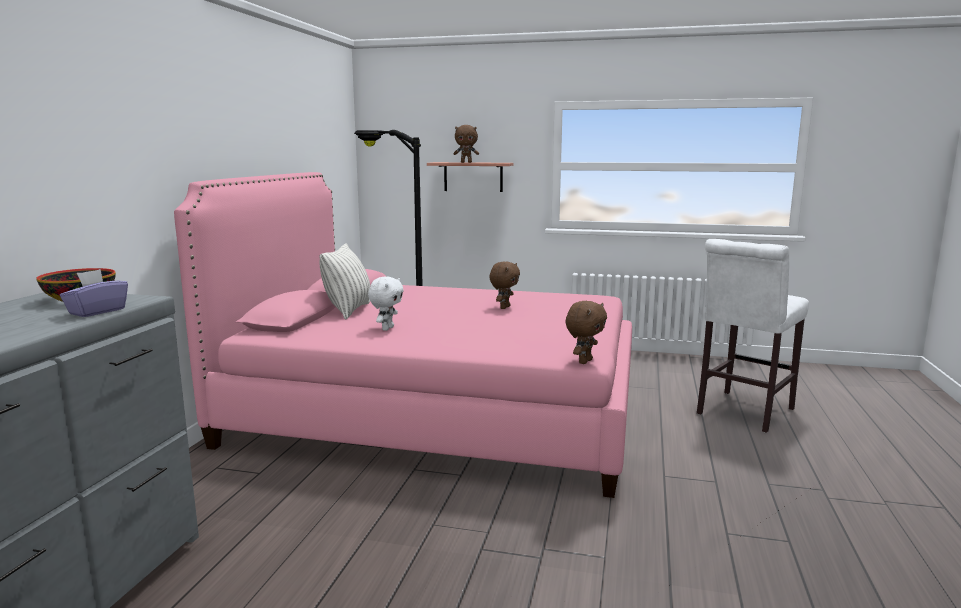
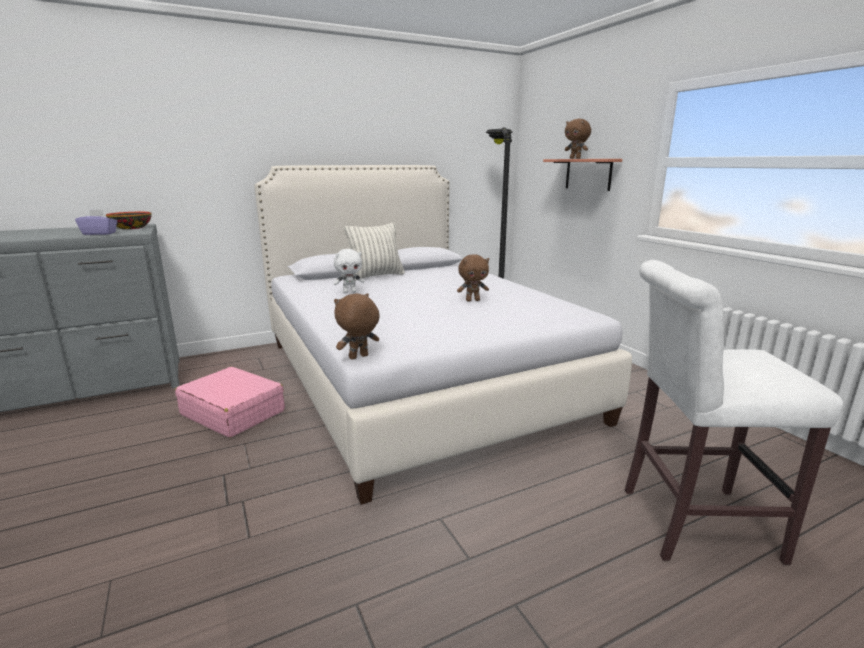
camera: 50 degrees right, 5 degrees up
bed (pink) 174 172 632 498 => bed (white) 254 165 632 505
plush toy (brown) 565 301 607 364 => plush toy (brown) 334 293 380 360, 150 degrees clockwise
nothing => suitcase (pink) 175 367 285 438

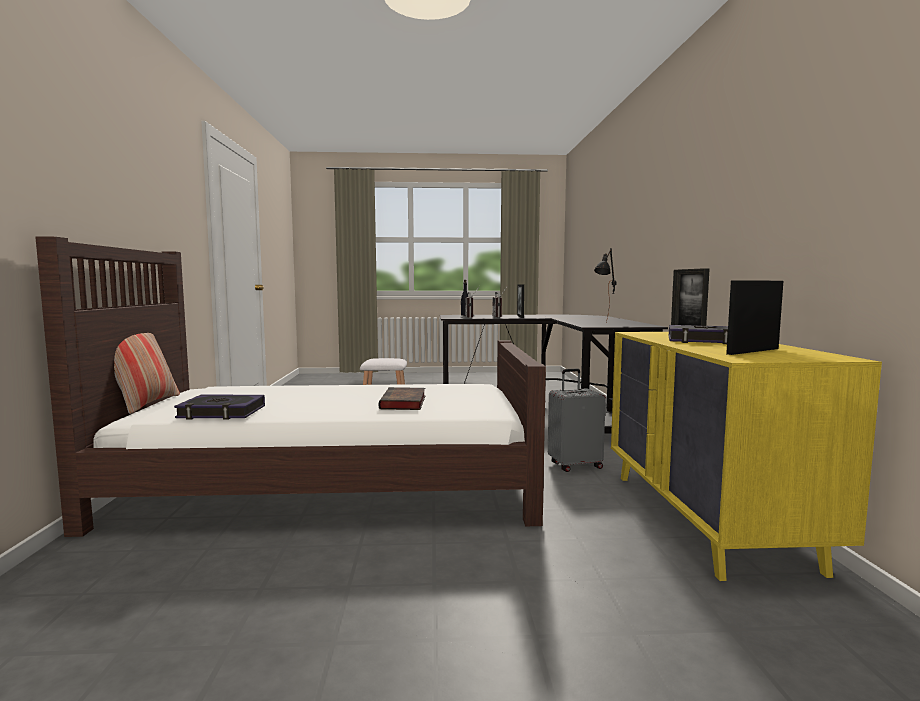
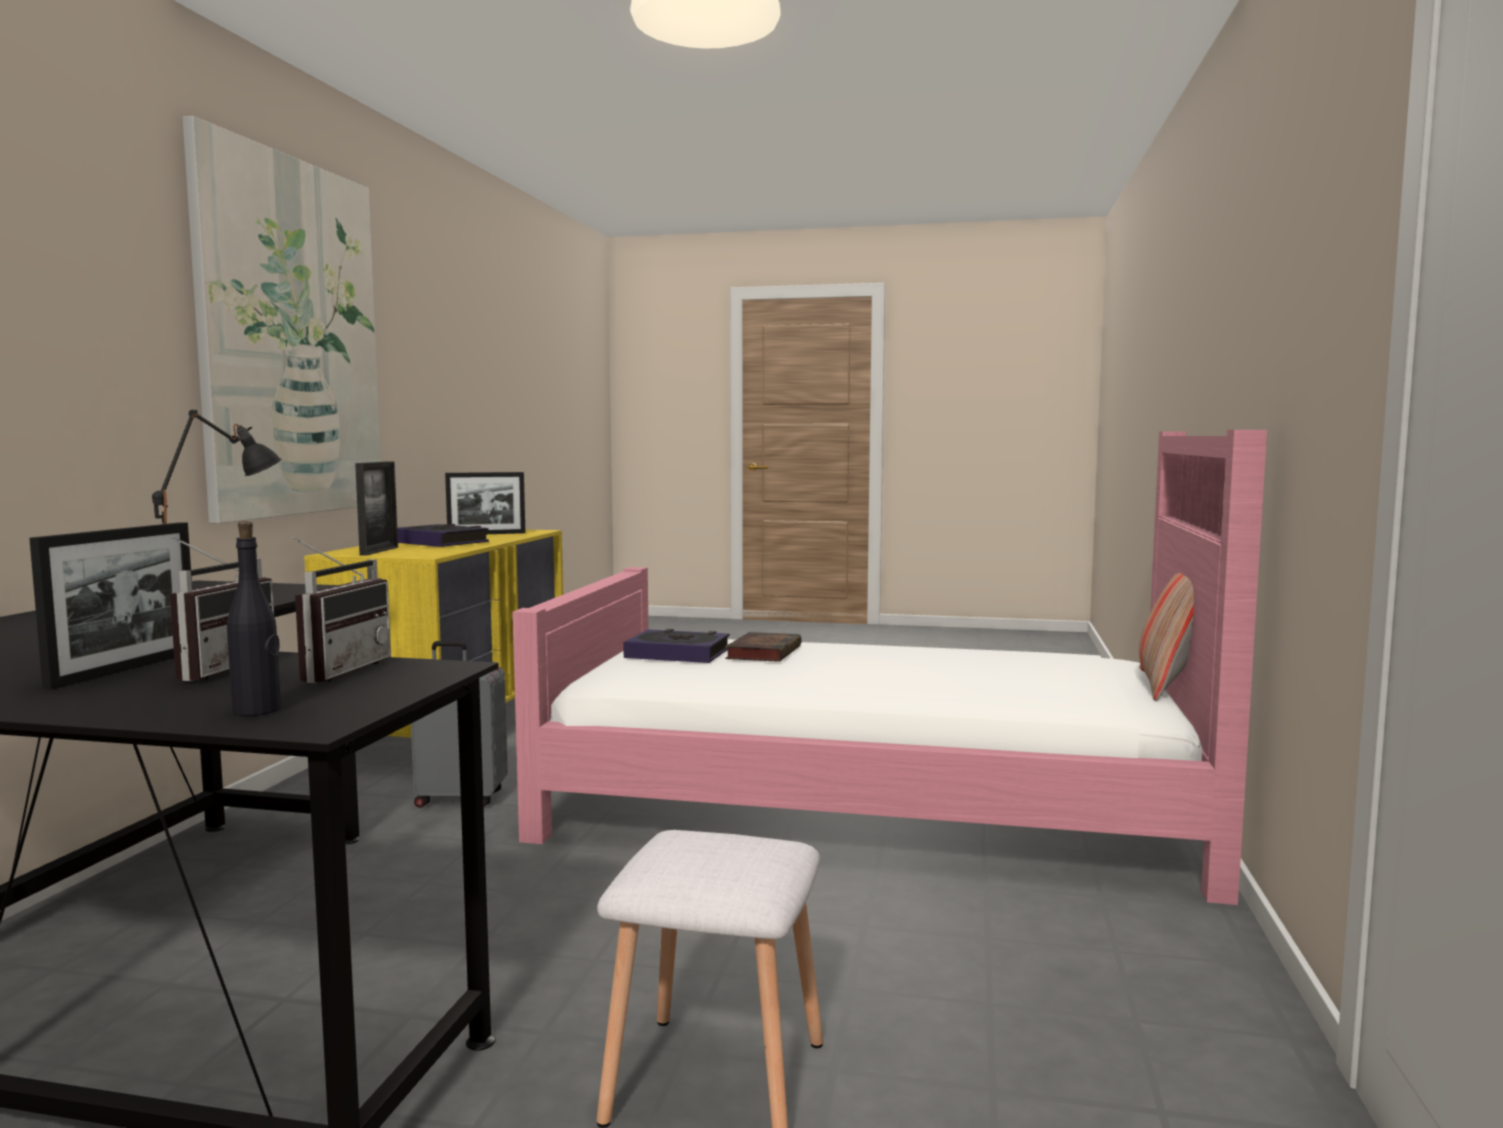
camera: 165 degrees left, 0 degrees up
bed (brown) 35 237 546 537 => bed (pink) 512 430 1267 905
book 174 395 265 420 => book 623 629 730 663, move
nothing => picture 182 116 381 523

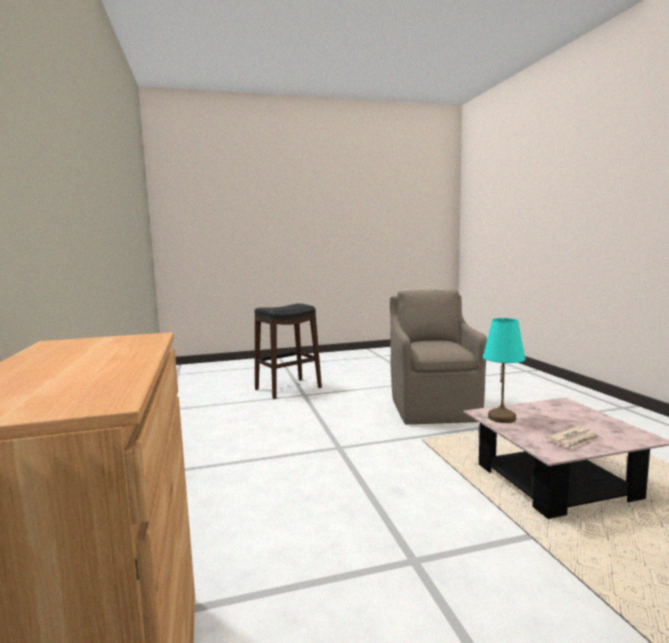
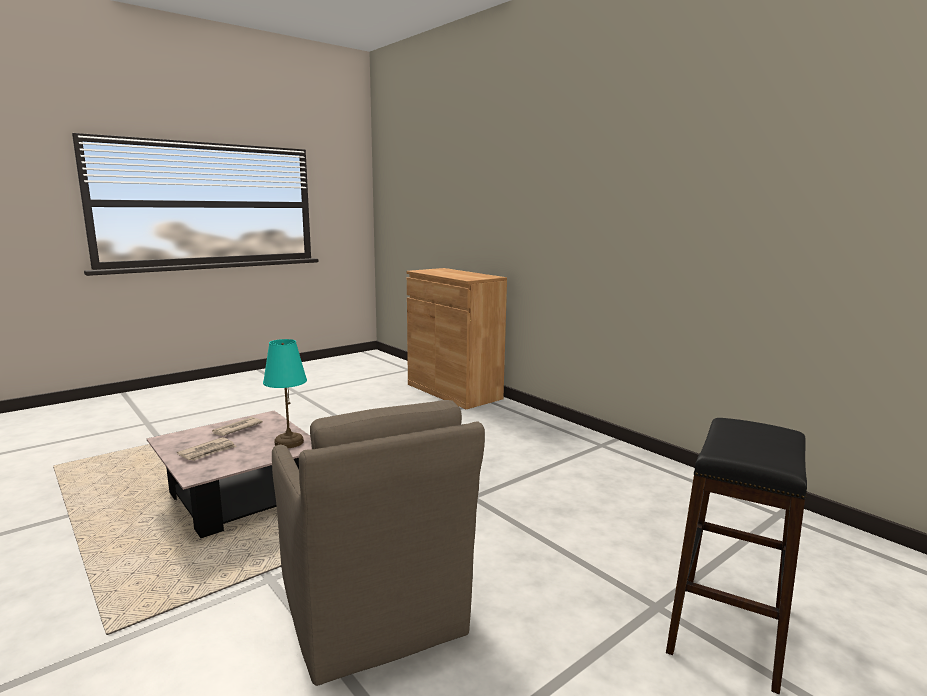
camera: 155 degrees right, 5 degrees up
nothing => newspaper 177 437 237 461

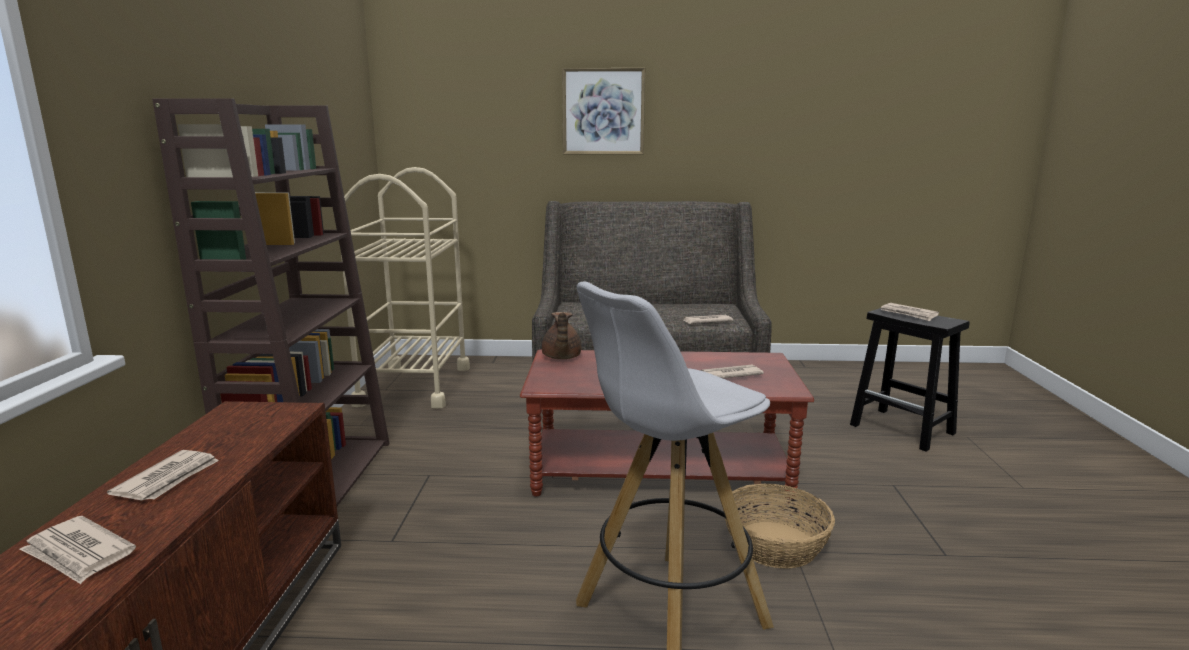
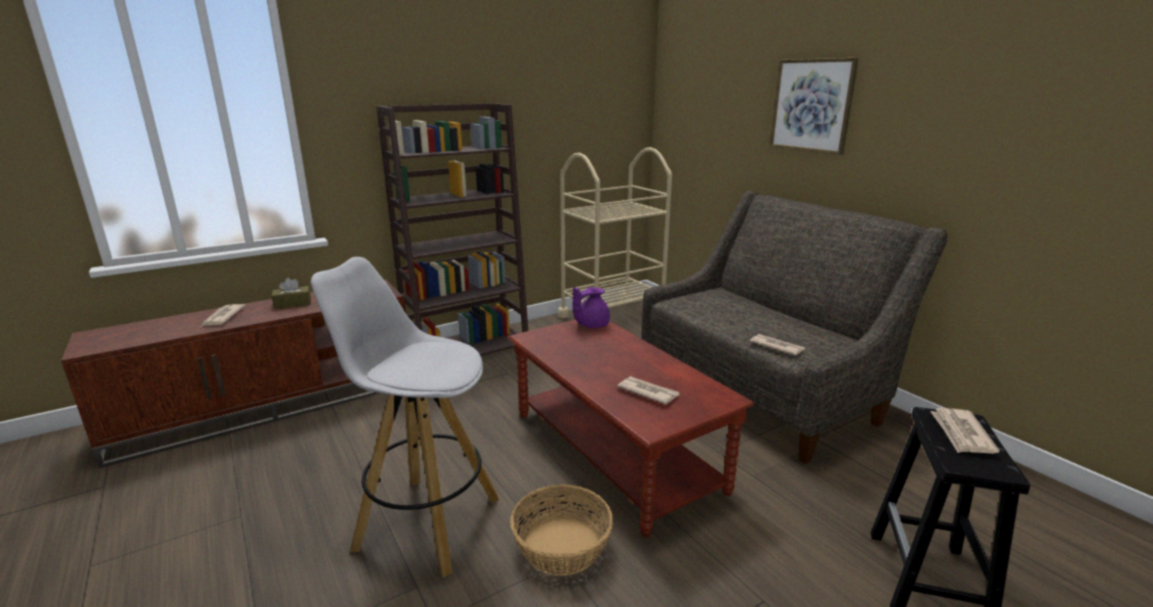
camera: 55 degrees right, 5 degrees up
newspaper 107 450 219 501 => tissue box (brown) 272 278 311 309
teapot (brown) 542 312 581 359 => teapot (purple) 572 287 610 328

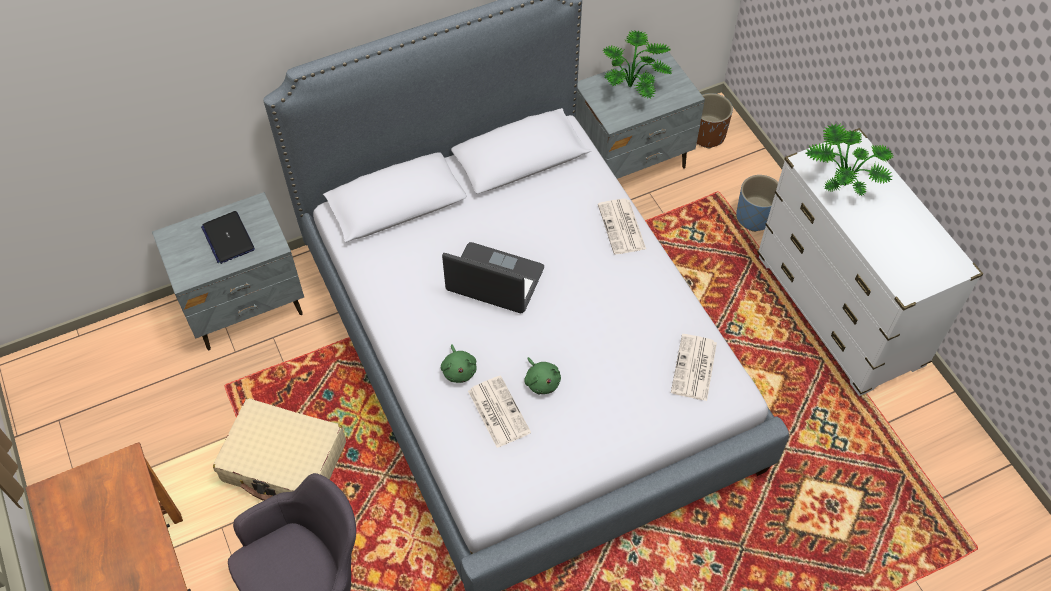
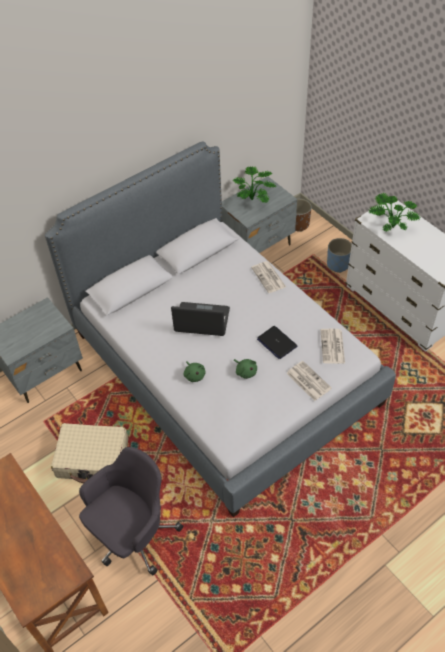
camera: 10 degrees left, 5 degrees down
laptop 201 211 255 264 => laptop 257 326 297 359, move
newspaper 468 375 531 448 => newspaper 286 361 332 401, move

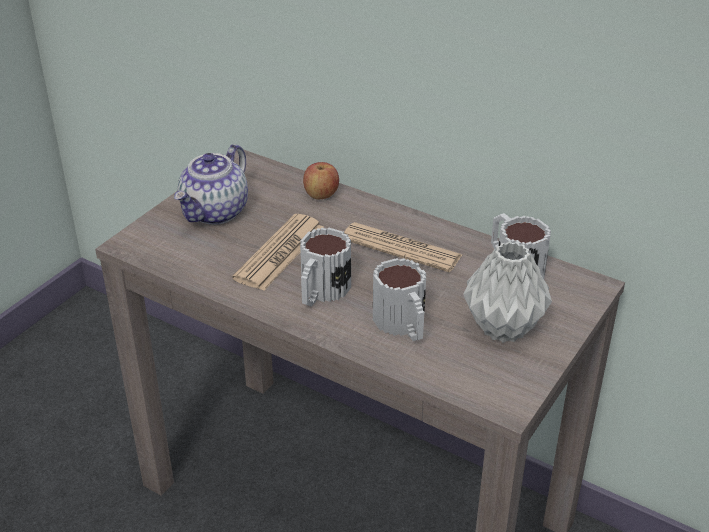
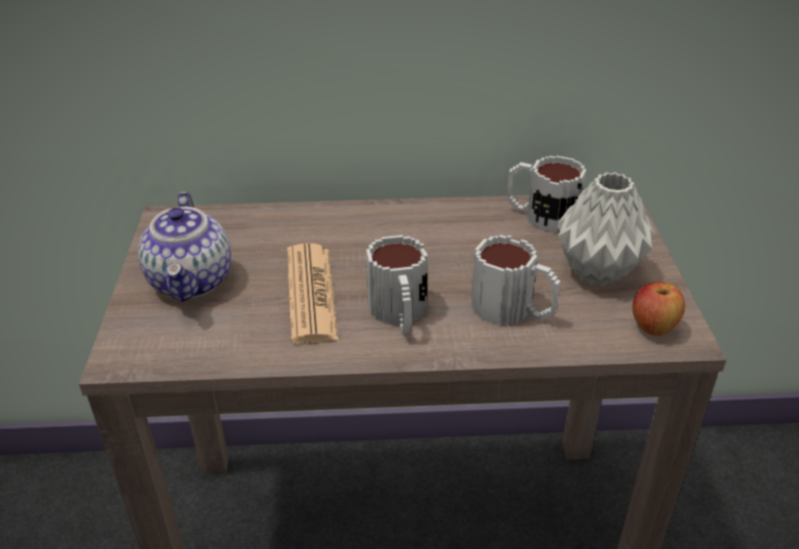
camera: 35 degrees left, 0 degrees up
apple 303 162 339 199 => apple 632 282 685 336, move
newspaper 344 222 462 272 => nothing

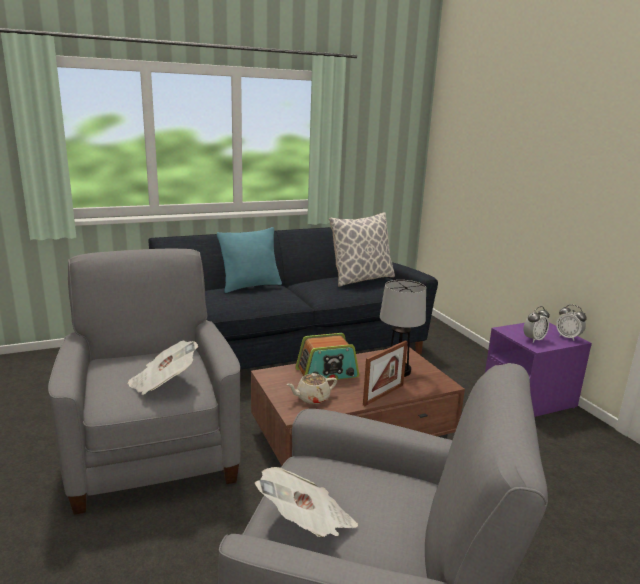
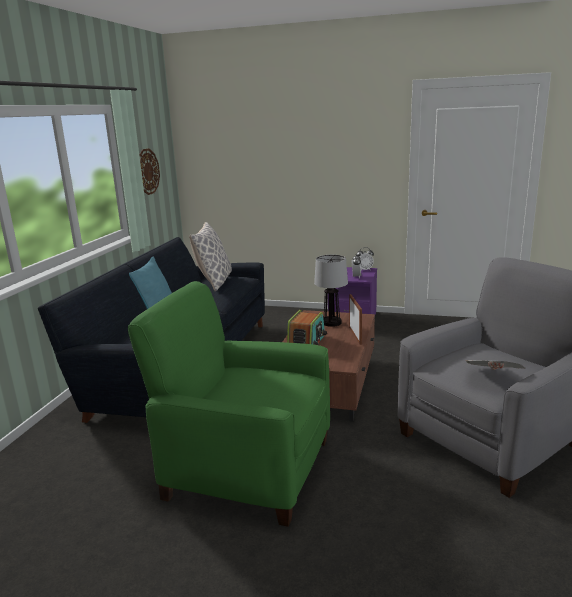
camera: 50 degrees left, 0 degrees up
armchair (grey) 48 249 240 515 => armchair (green) 128 281 330 527
newspaper 128 341 198 395 => nothing
teapot (beige) 286 373 337 404 => nothing
nothing => wall clock 139 148 160 195

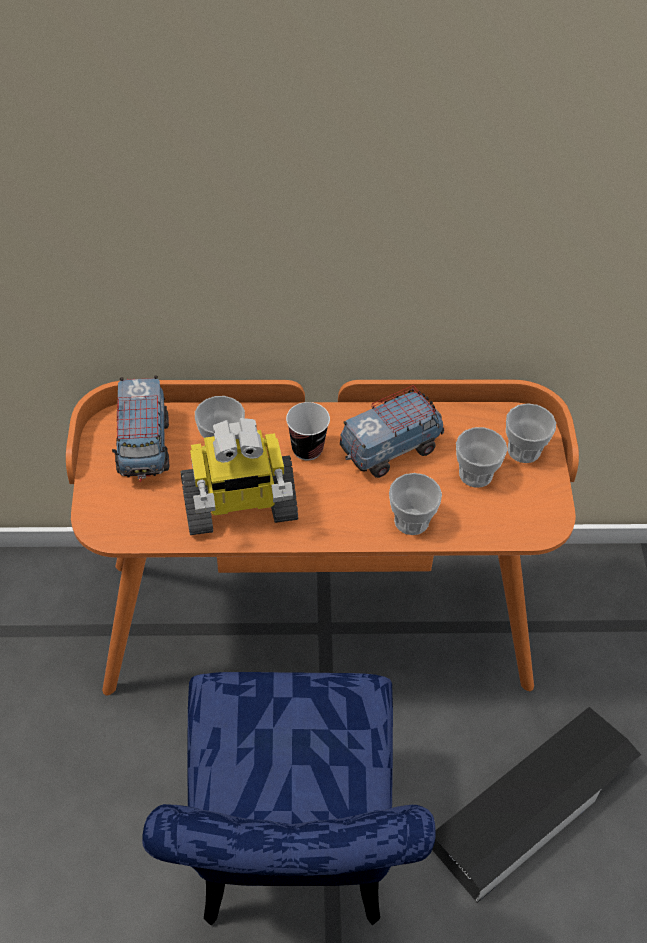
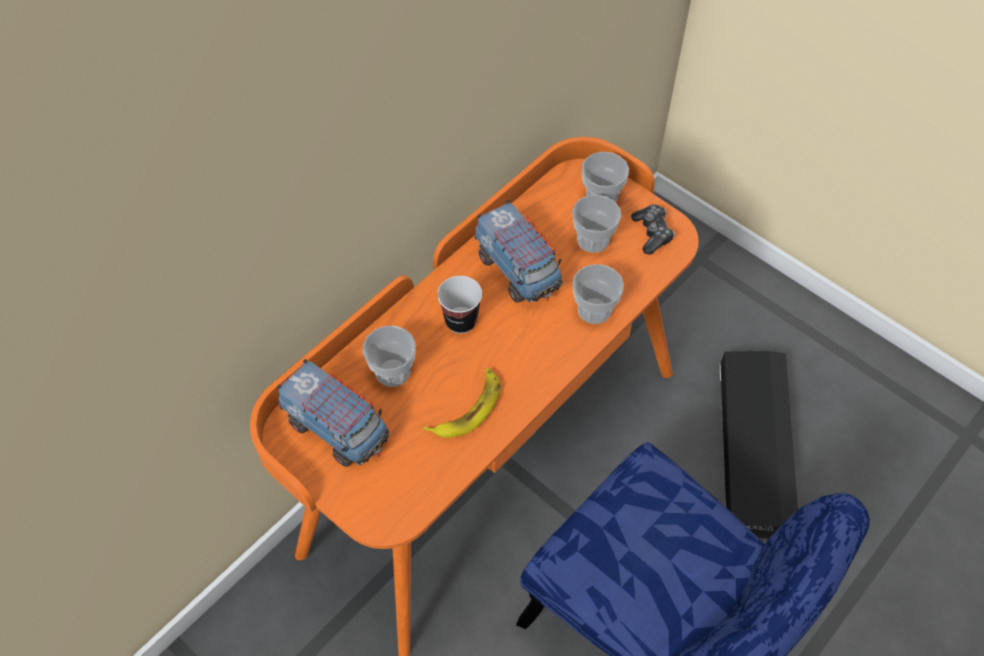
camera: 45 degrees left, 5 degrees up
toy robot 181 418 298 535 => banana 424 368 501 438
toy truck 340 385 444 478 => toy truck 475 200 563 303, 135 degrees clockwise
nothing => game controller 631 204 675 254

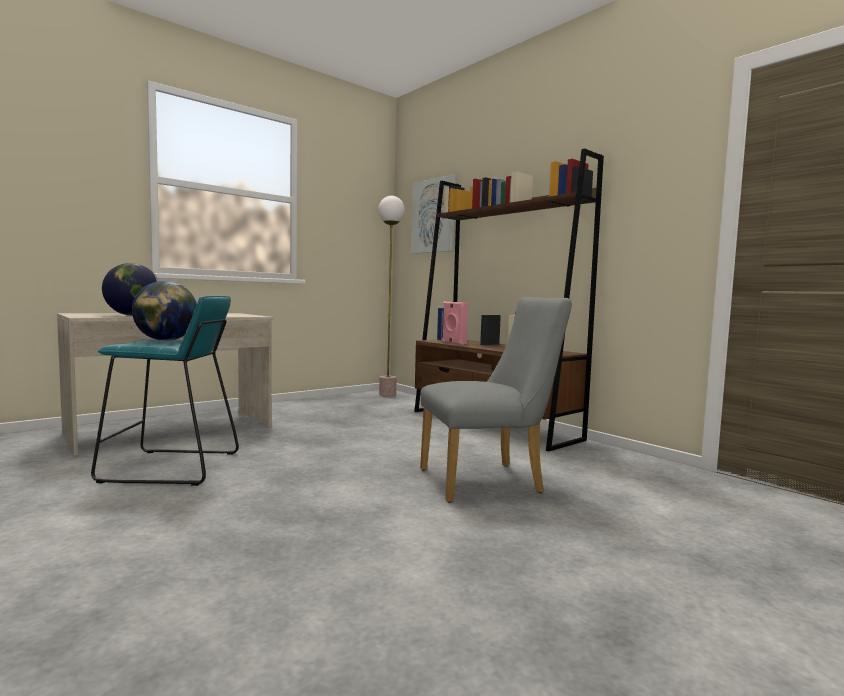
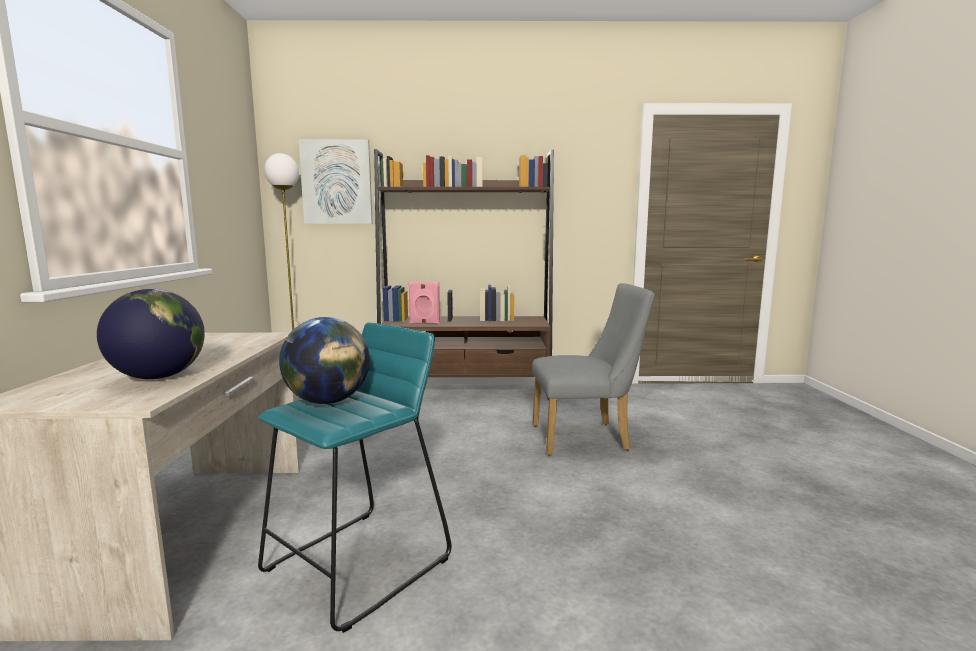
camera: 50 degrees left, 5 degrees up
chair (grey) 420 297 572 503 => chair (grey) 532 283 655 456, 60 degrees clockwise

